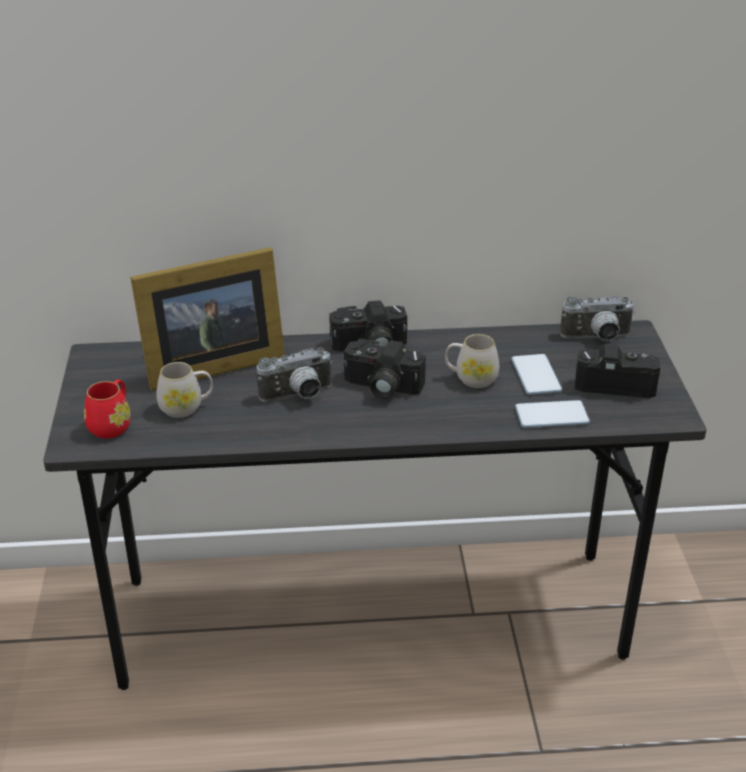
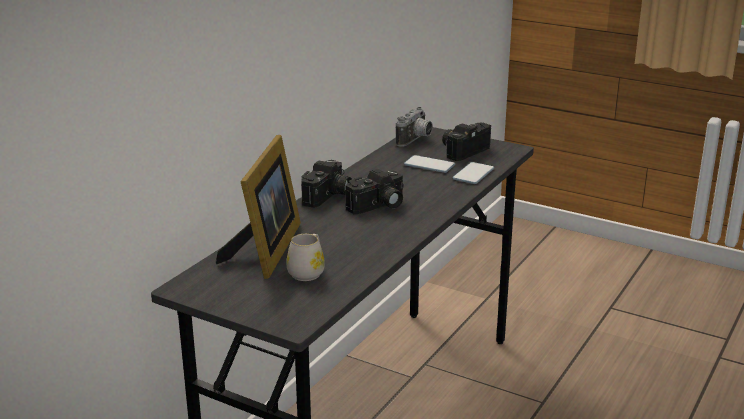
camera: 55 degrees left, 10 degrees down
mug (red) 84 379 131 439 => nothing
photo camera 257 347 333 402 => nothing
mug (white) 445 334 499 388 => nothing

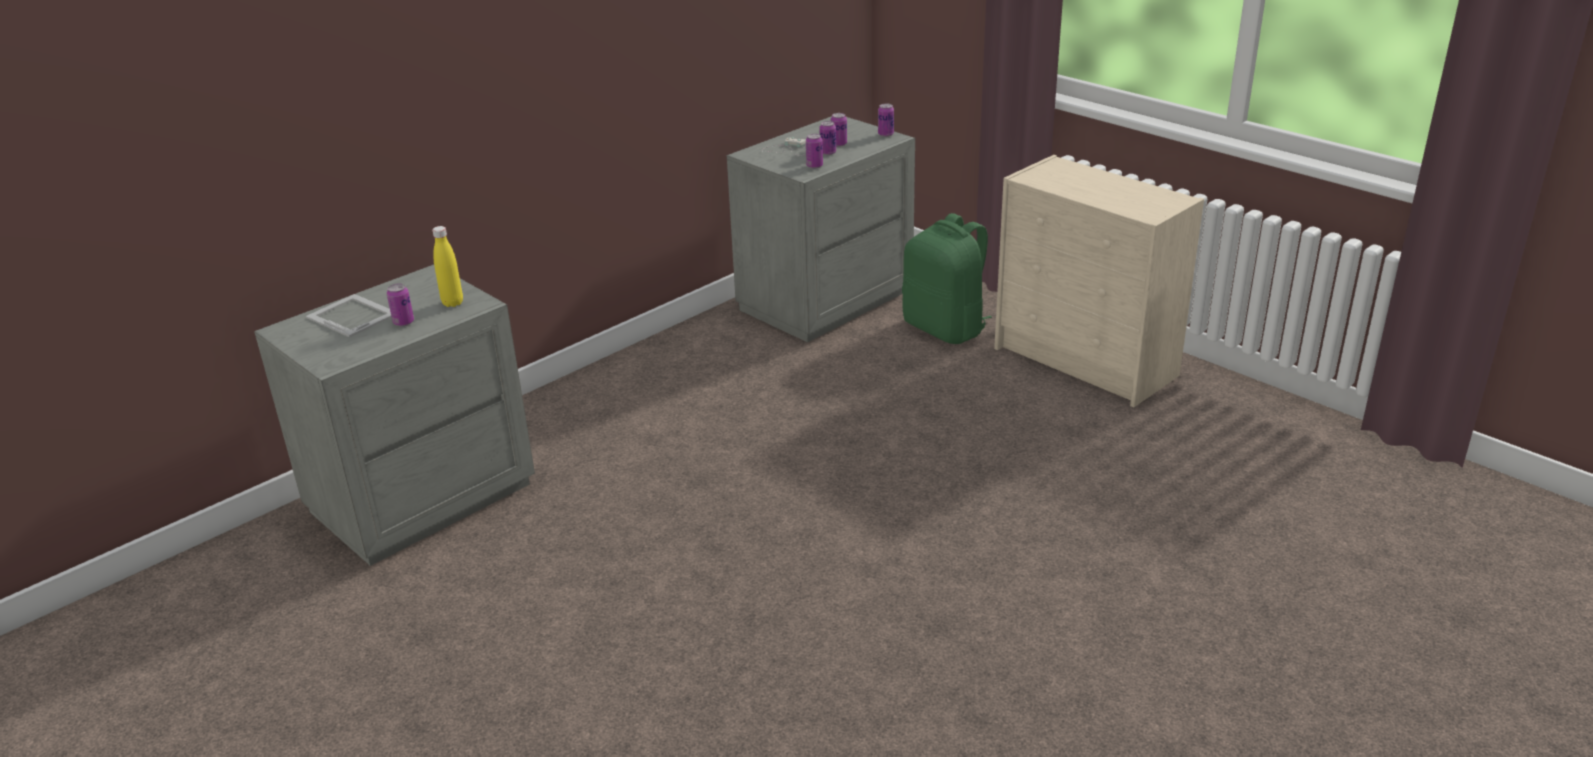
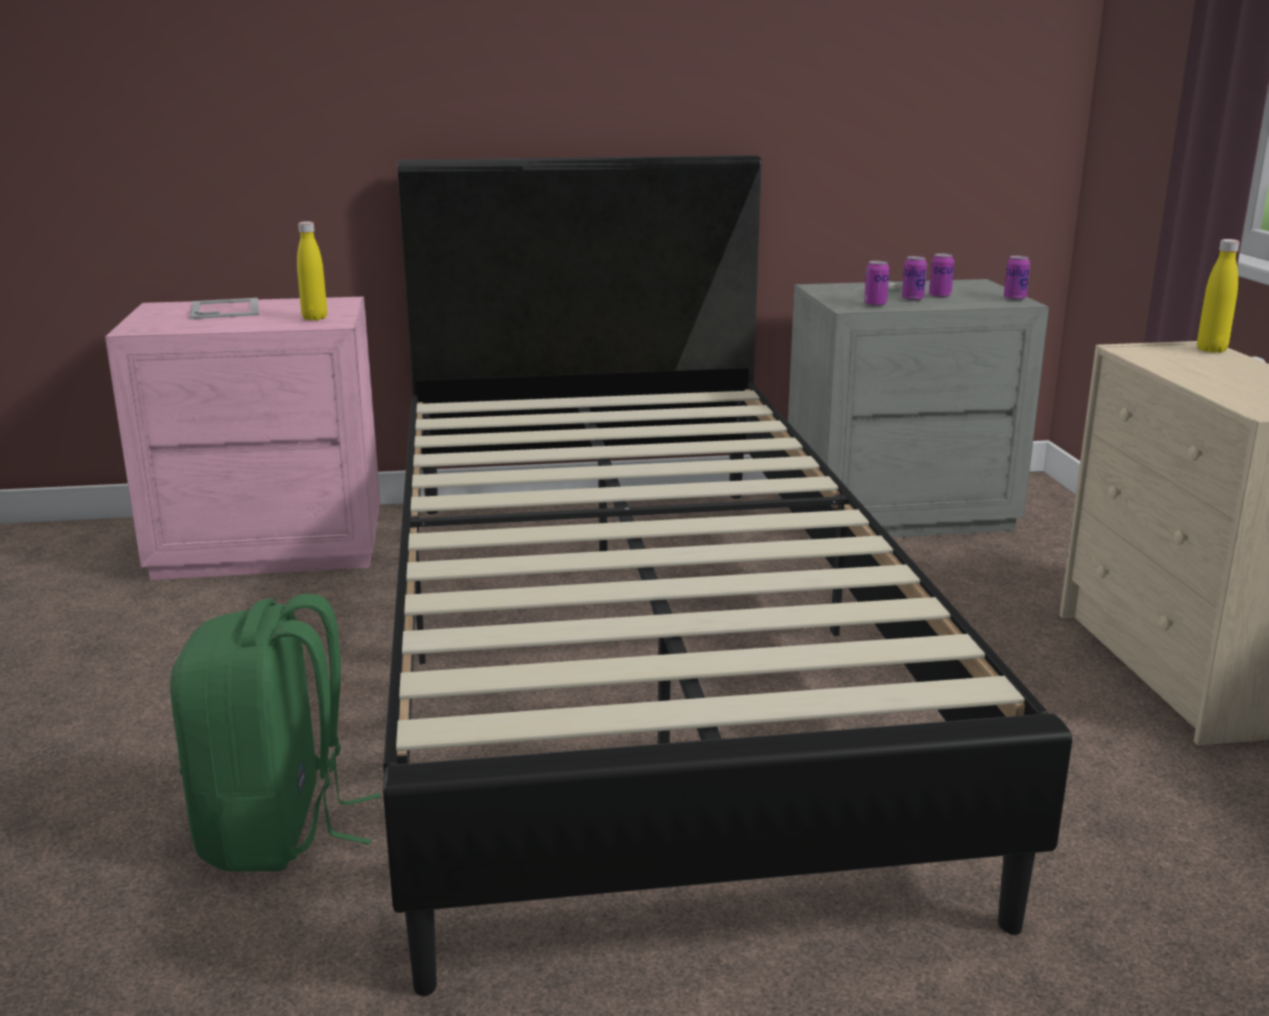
camera: 35 degrees right, 10 degrees down
nightstand (grey) 254 265 535 566 => nightstand (pink) 105 297 380 580
can 387 283 414 326 => nothing
backpack (green) 902 213 992 344 => backpack (green) 170 594 381 872, move
nothing => bed (black) 383 155 1072 996
nothing => bottle (yellow) 1197 239 1240 353

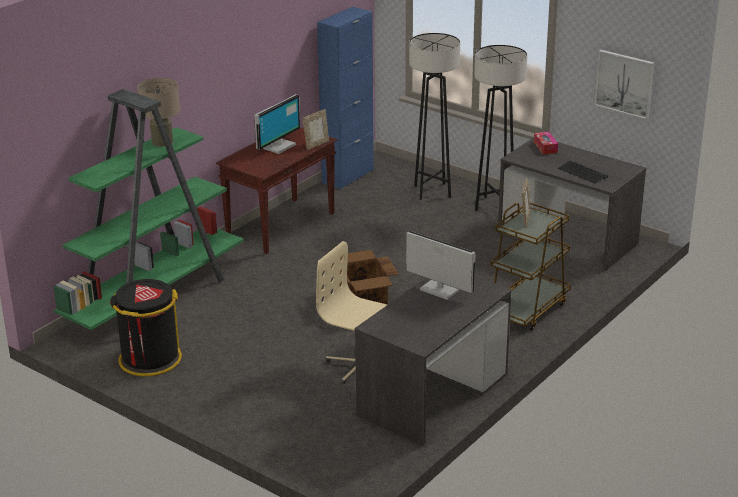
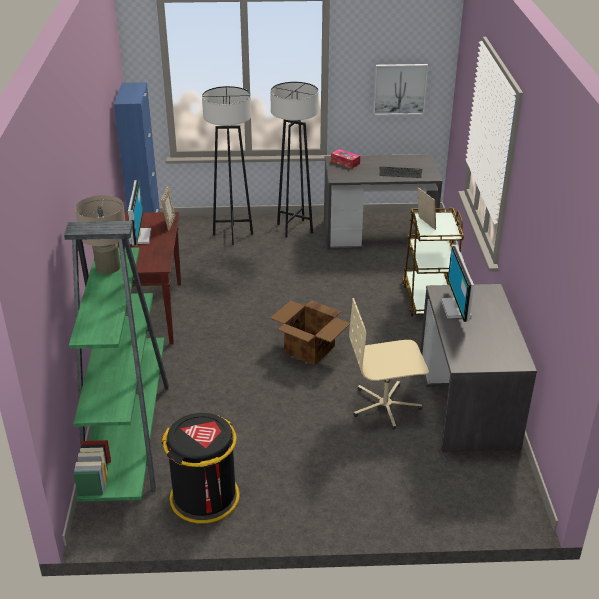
camera: 40 degrees left, 5 degrees up
monitor 406 231 475 300 => monitor 441 245 474 322, 90 degrees counterclockwise

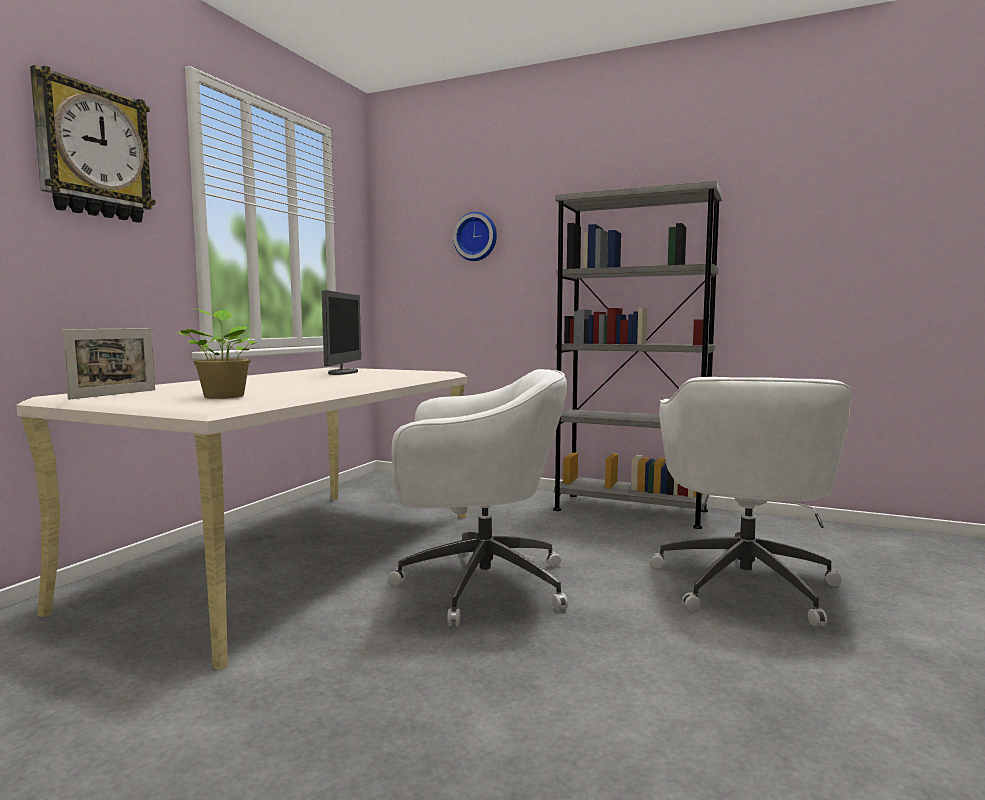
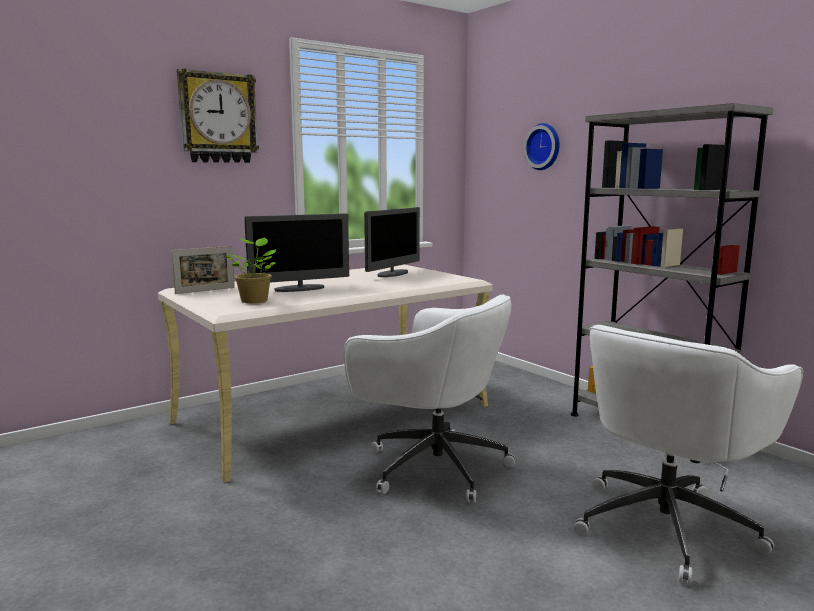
camera: 30 degrees right, 5 degrees up
nothing => monitor 244 213 349 292

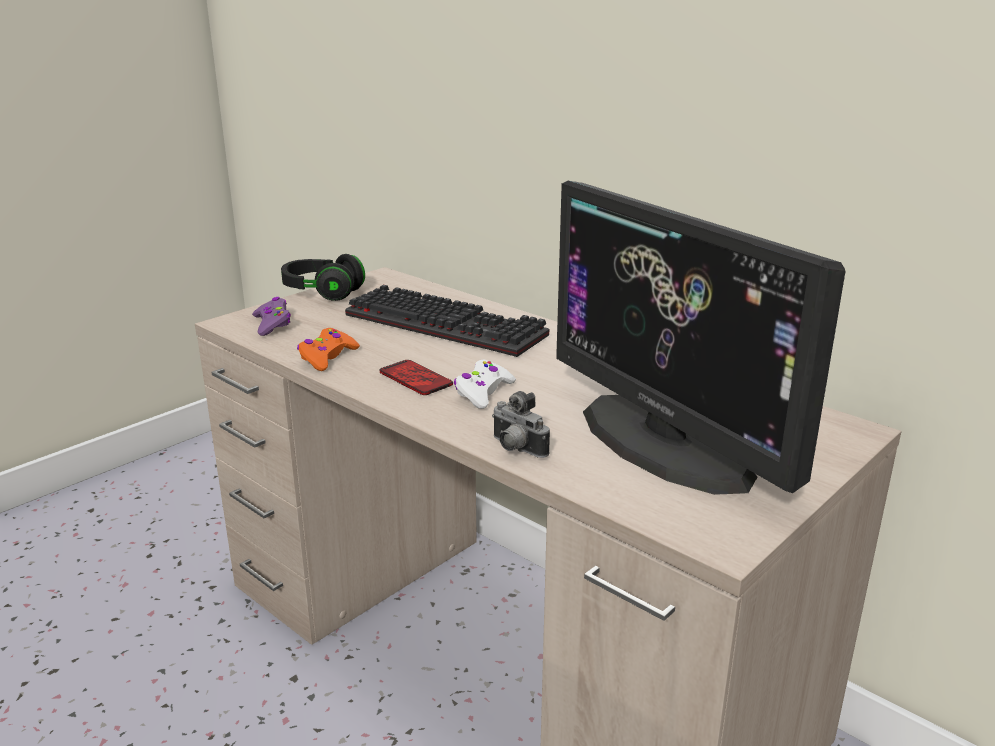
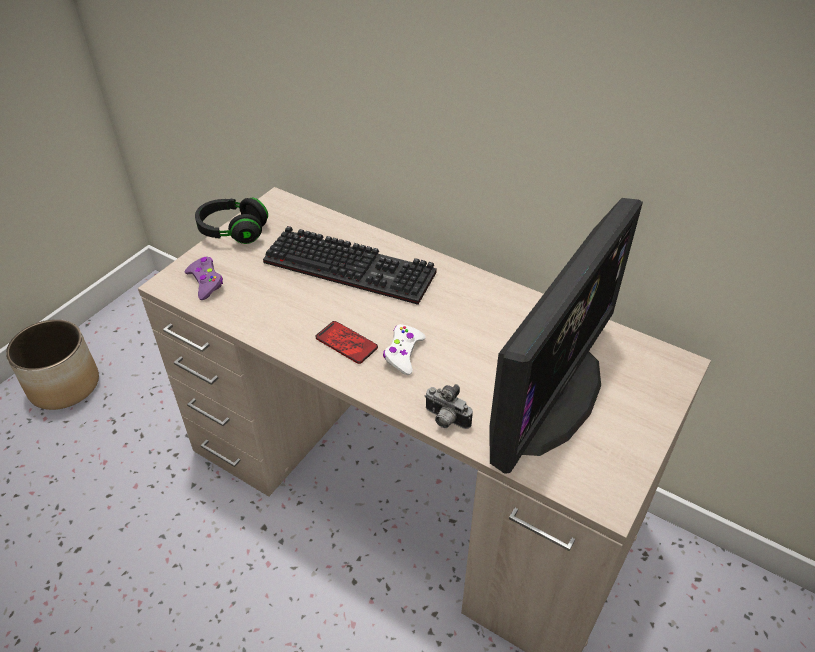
camera: 10 degrees left, 20 degrees up
game controller (orange) 297 328 360 371 => nothing
monitor 556 181 846 495 => monitor 489 198 643 474, 105 degrees counterclockwise
nothing => planter 6 319 99 410

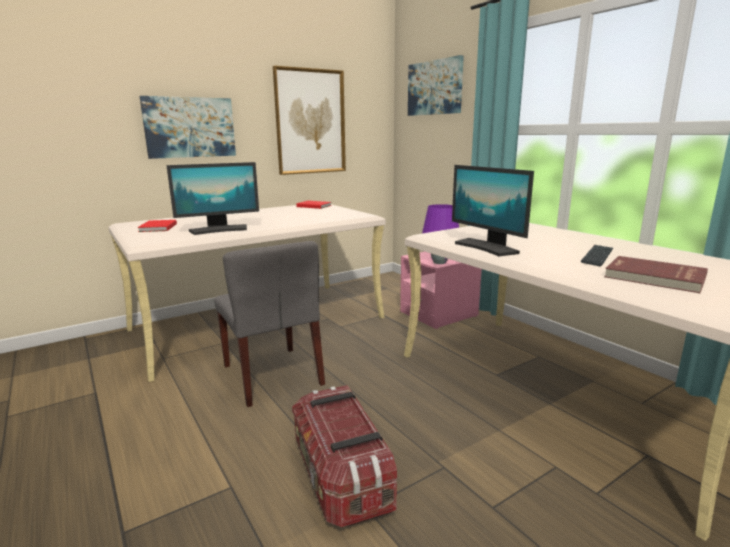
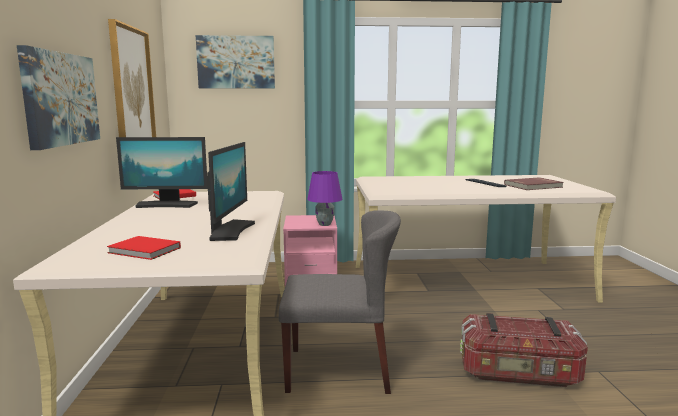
camera: 60 degrees left, 5 degrees down
monitor 452 165 534 256 => monitor 116 137 208 208, move

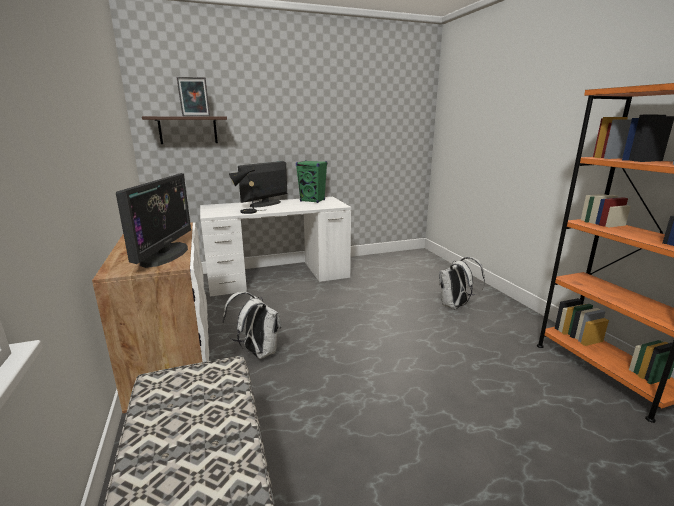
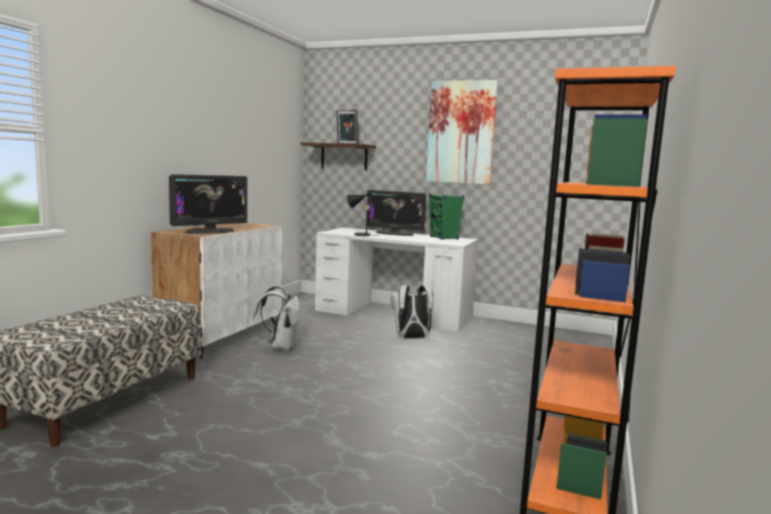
camera: 40 degrees right, 10 degrees down
monitor 238 161 287 208 => monitor 366 190 426 236, 150 degrees counterclockwise
backpack (white) 439 257 485 309 => backpack (white) 391 285 434 339, move
nothing => picture 426 80 498 185

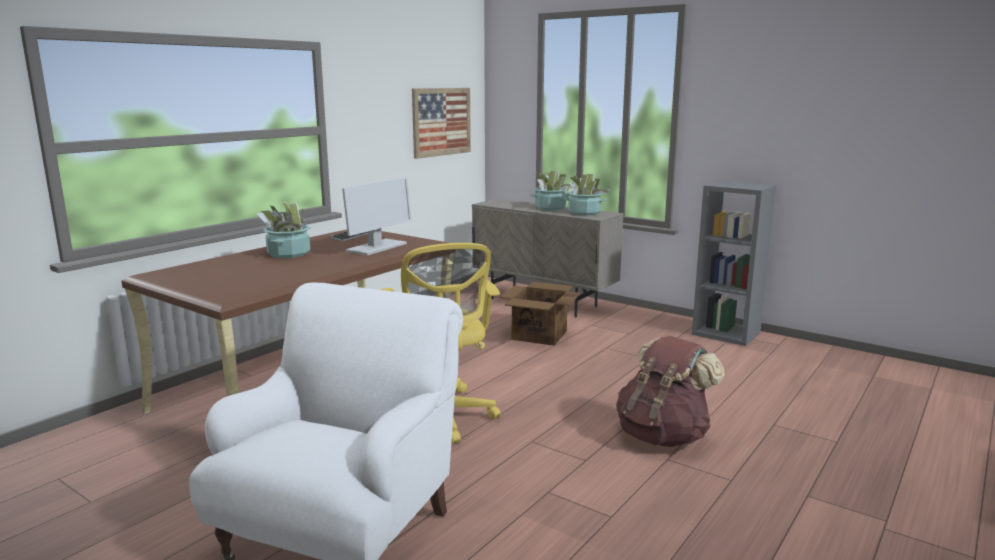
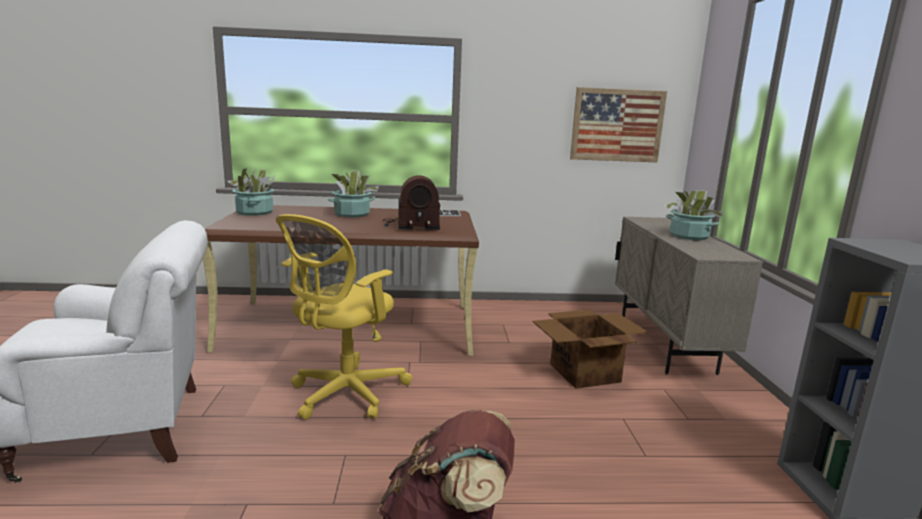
camera: 50 degrees right, 0 degrees up
monitor 342 177 412 256 => radio 383 175 440 230
potted plant 563 174 610 215 => potted plant 227 168 275 216, move

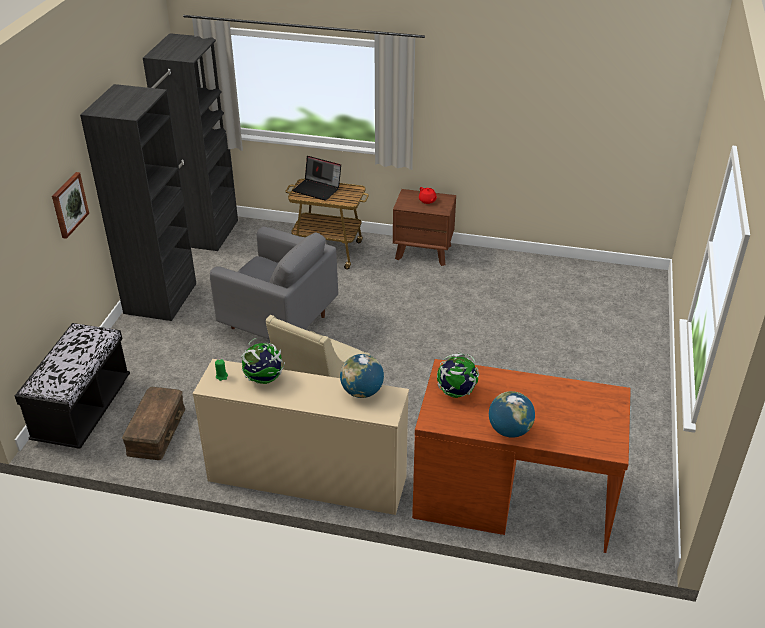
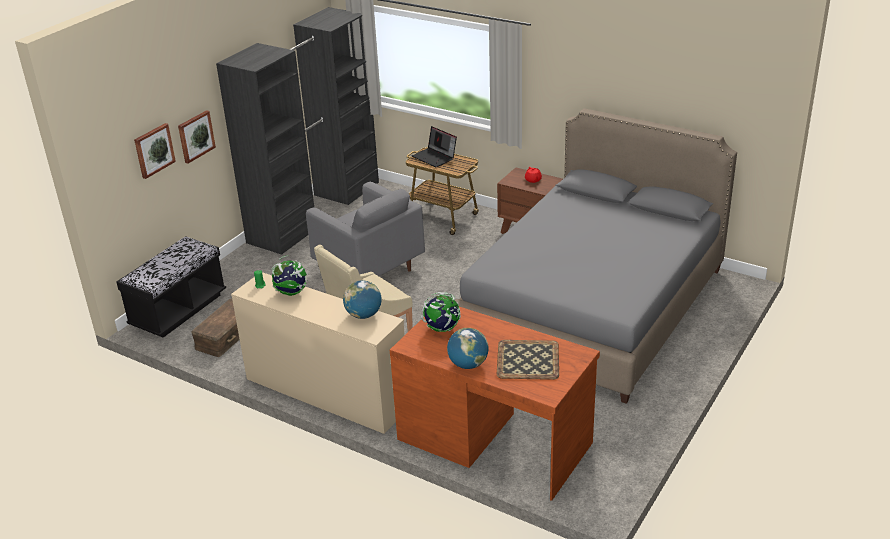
camera: 20 degrees right, 5 degrees down
nothing => picture 134 123 176 179
nothing => bed (grey) 455 108 737 404
nothing => tray 497 340 559 380

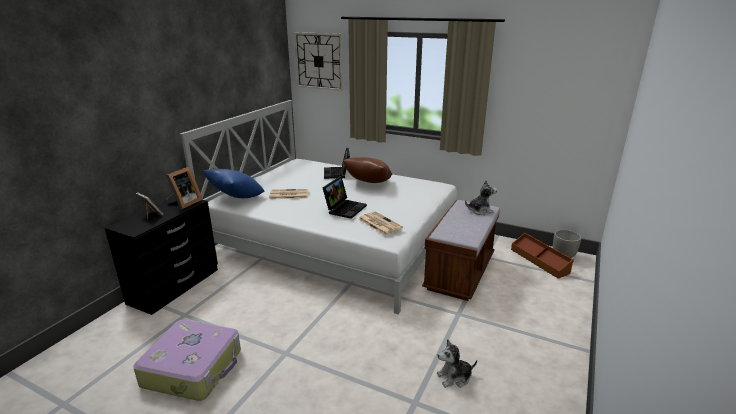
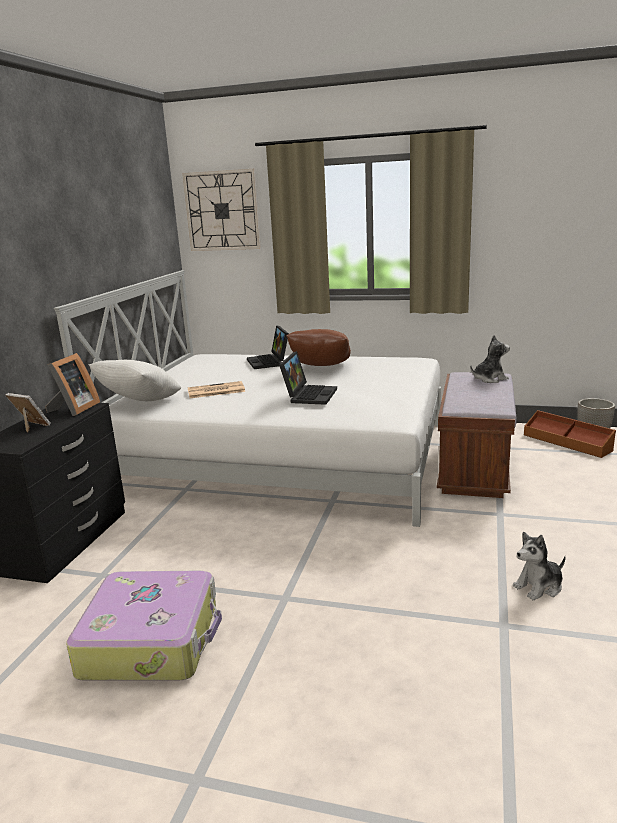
camera: 10 degrees left, 5 degrees down
pillow (blue) 203 169 264 198 => pillow (white) 88 360 181 401
newspaper 359 211 403 235 => nothing

